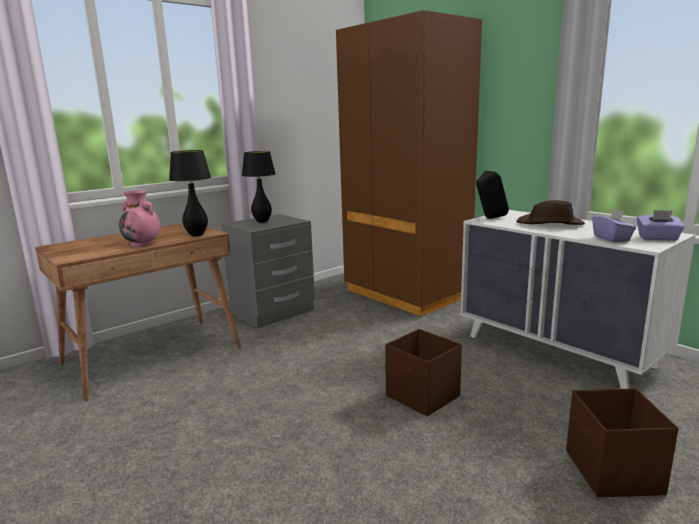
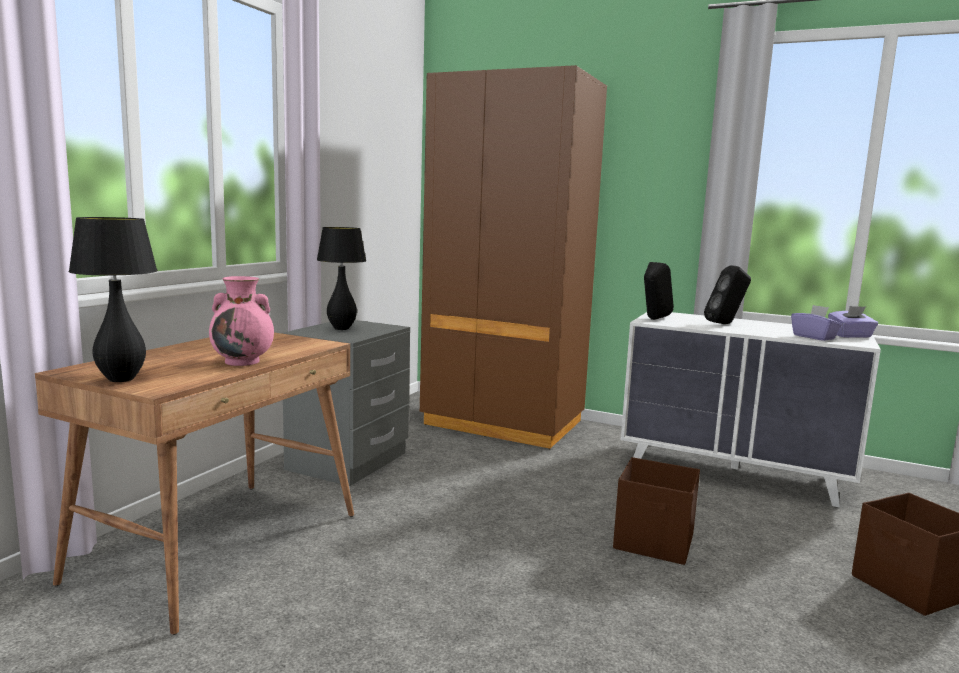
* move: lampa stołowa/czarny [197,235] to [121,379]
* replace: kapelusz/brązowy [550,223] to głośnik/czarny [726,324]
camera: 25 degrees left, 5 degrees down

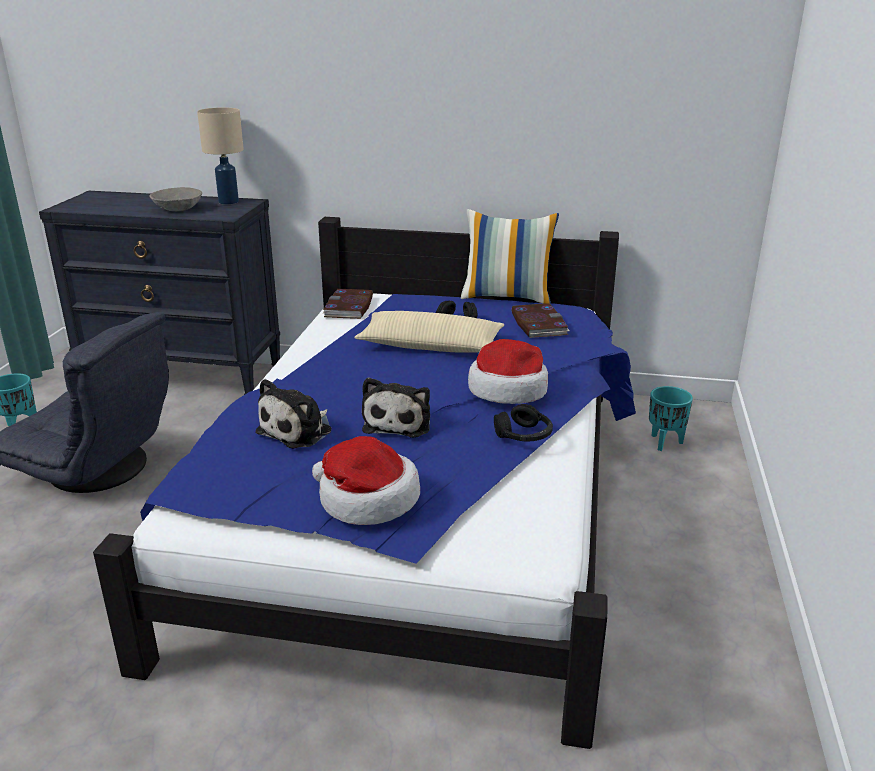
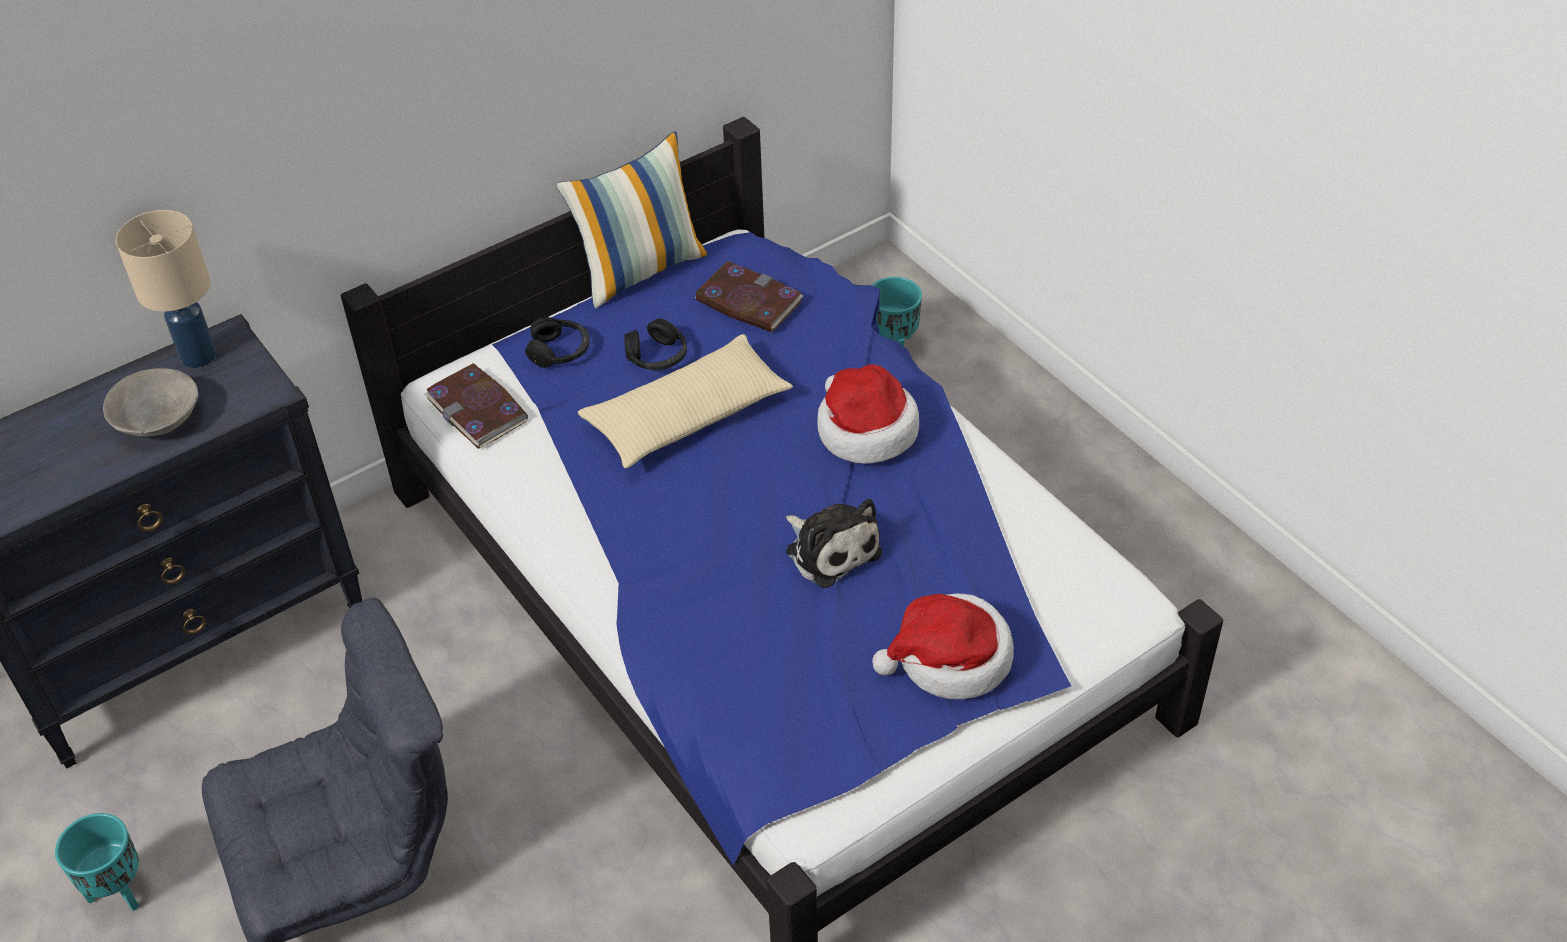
* delete: pluszak [298,430]
* move: słuchawki/czarny [524,435] to [560,351]
camera: 45 degrees left, 20 degrees up

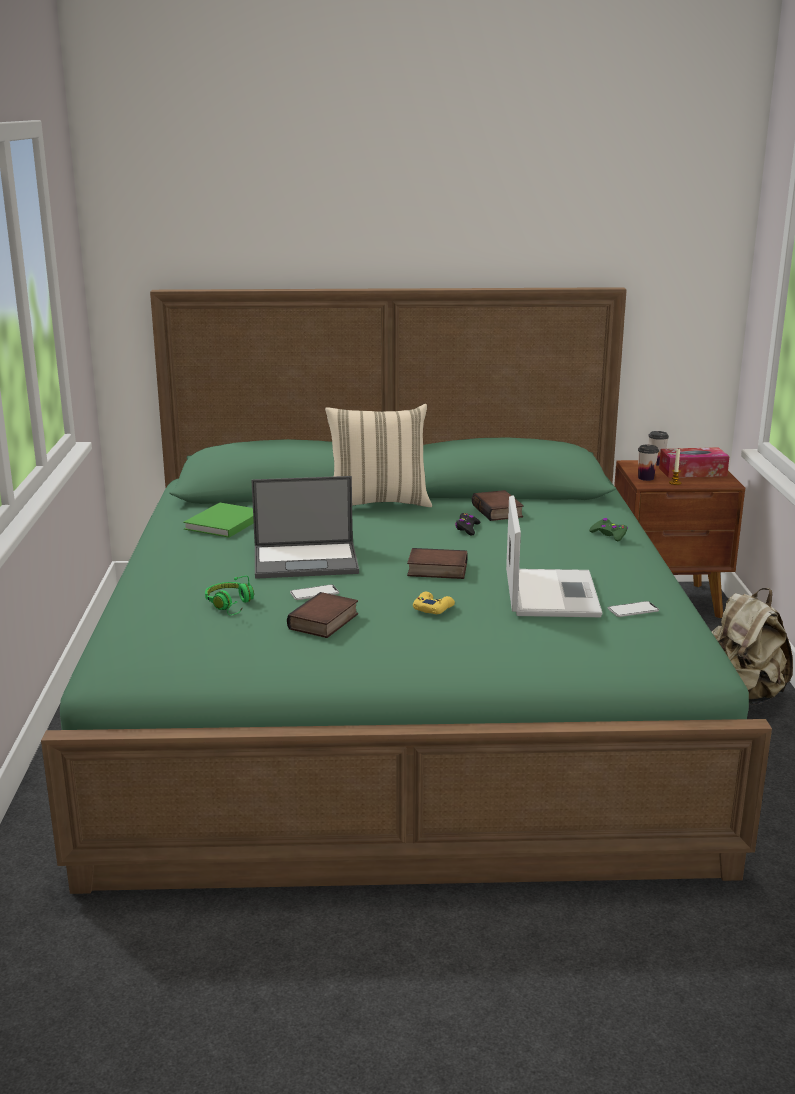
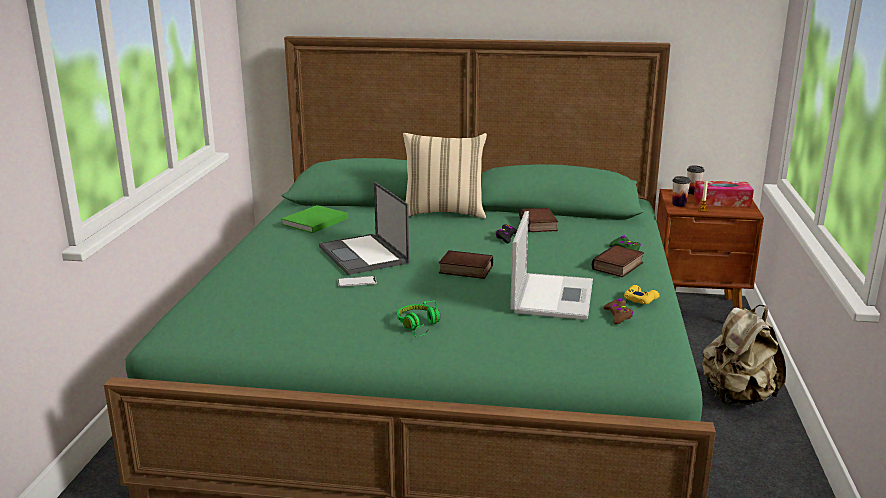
* move: słuchawki/zielony [231,605] to [419,326]
* rotate: laptop [307,560] = [364,255] 60 degrees clockwise
* move: książka [324,622] to [618,267]
* move: pad do gier/żółty [433,608] to [640,299]
* replace: telefon [633,610] to pad do gier/brązowy [618,316]
camera: 10 degrees right, 0 degrees up

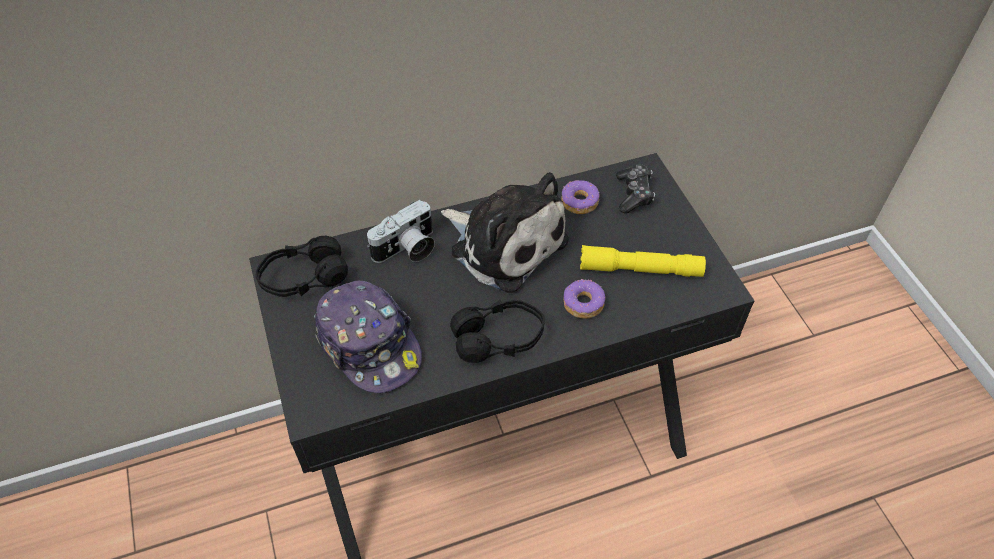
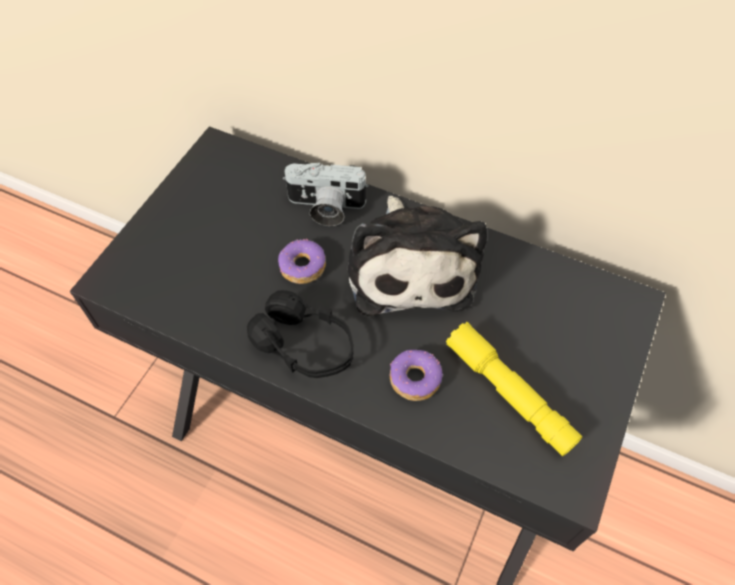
* delete: słuchawki/czarny [304,278]
* delete: czapka z daszkiem [370,345]
* move: donut [579,202] to [302,267]
* delete: pad do gier [634,194]
camera: 45 degrees right, 5 degrees up

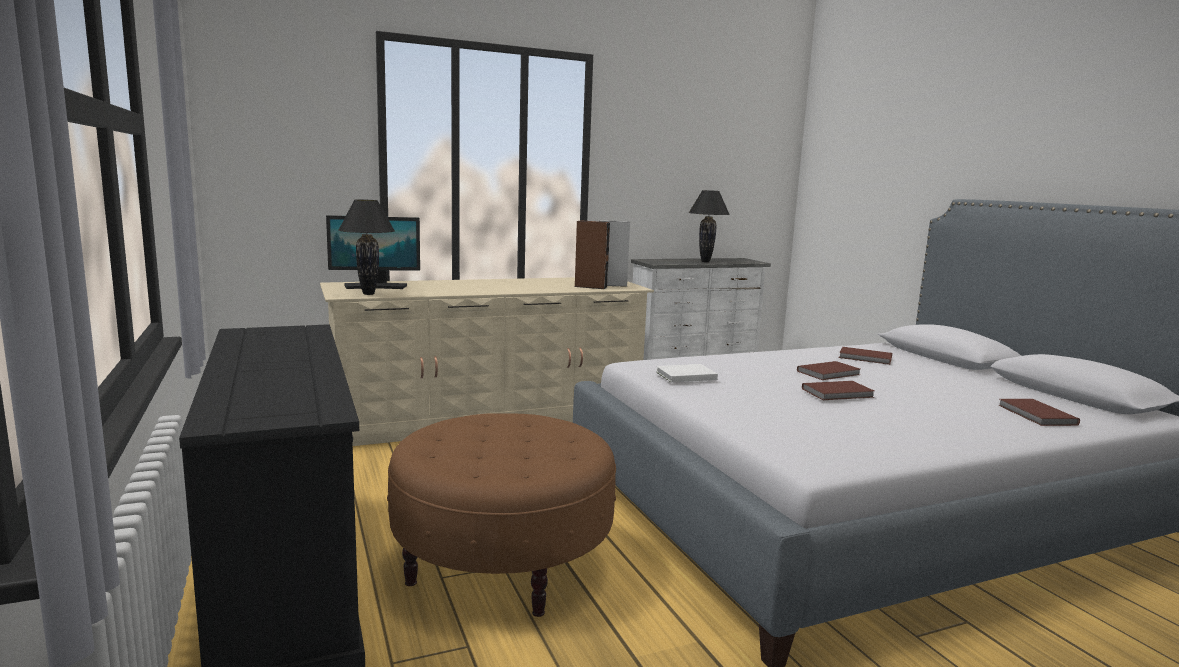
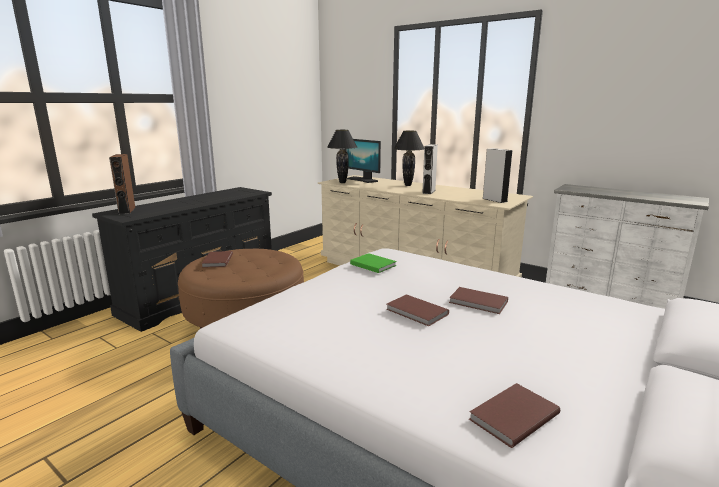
* move: głośnik/brązowy [590,287] to [127,211]
* recolor: książka/biały [684,376] to książka/zielony [372,264]
* move: lampa stołowa/czarny [705,261] to [407,185]
* move: książka/brązowy [865,358] to [216,261]
* insert: głośnik/szary [429,191]
camera: 60 degrees right, 5 degrees up

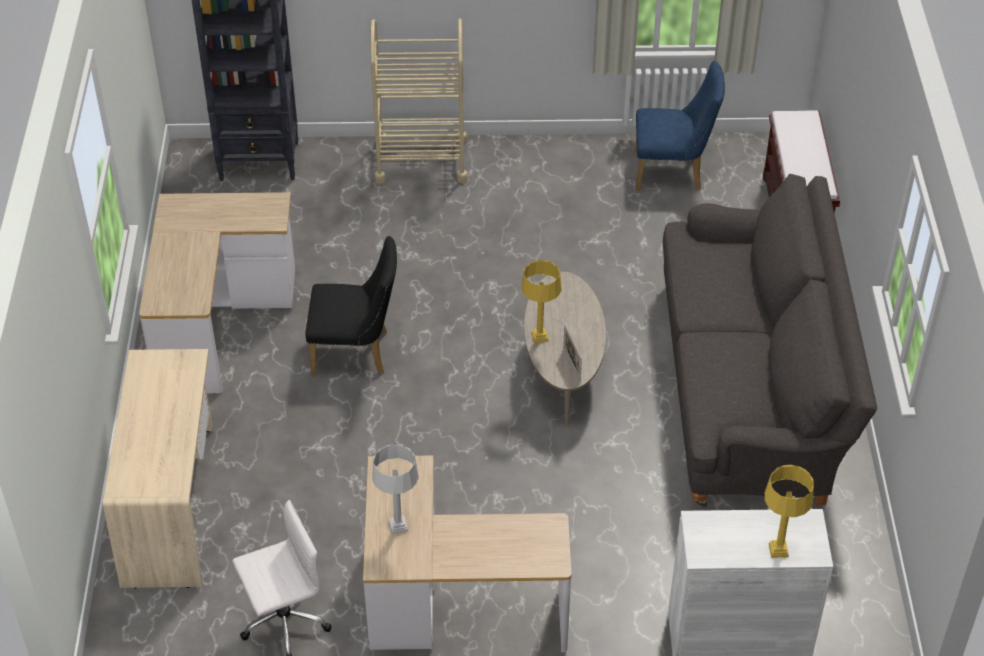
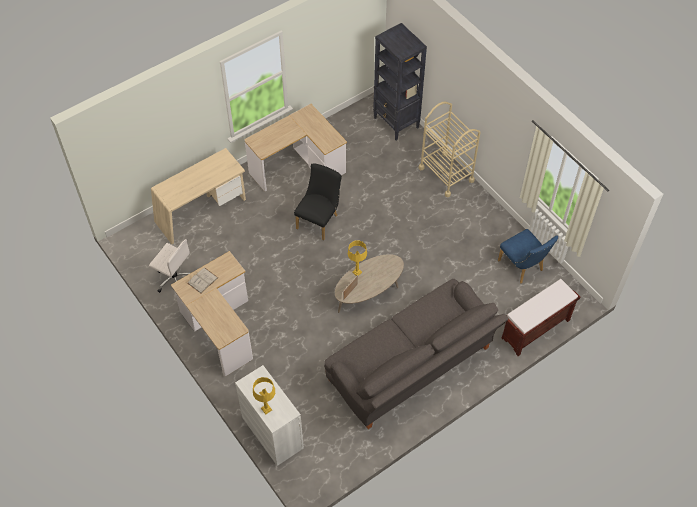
* rotate: krzesło/czarny [357,353] = [319,220] 120 degrees counterclockwise
* replace: lampa stołowa/szary [398,526] to książka/biały [202,280]
camera: 55 degrees right, 10 degrees up

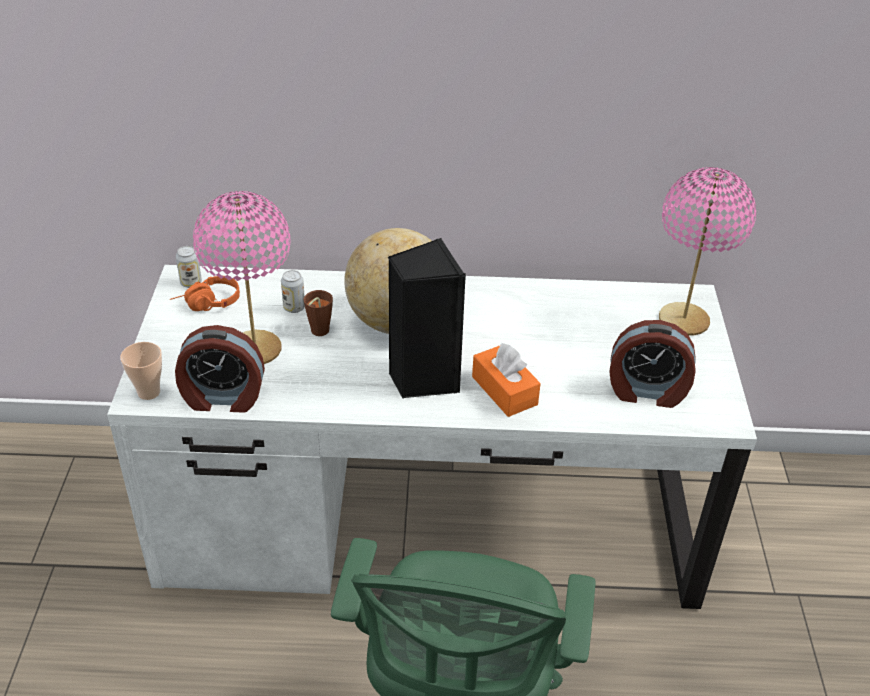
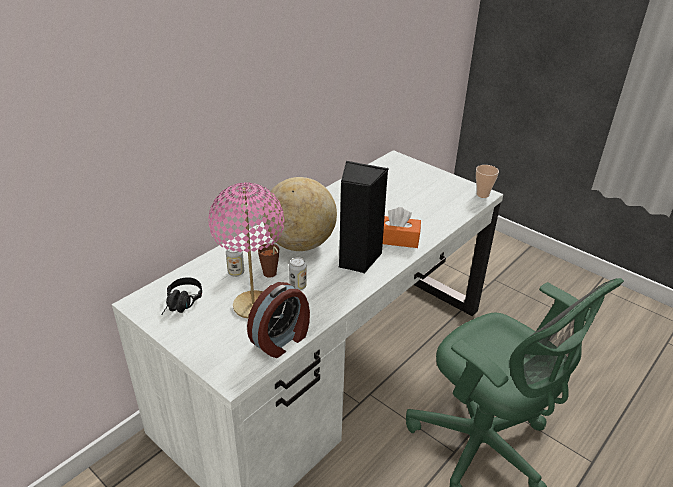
* move: filiżanka [149,392] to [482,194]
* recolor: słuchawki/pomarańczowy [207,304] to słuchawki/czarny [181,305]
* move: puszka [191,283] to [298,286]
* delete: budzik [647,392]
* delete: lampa stołowa/różowy [683,320]
camera: 50 degrees left, 5 degrees down

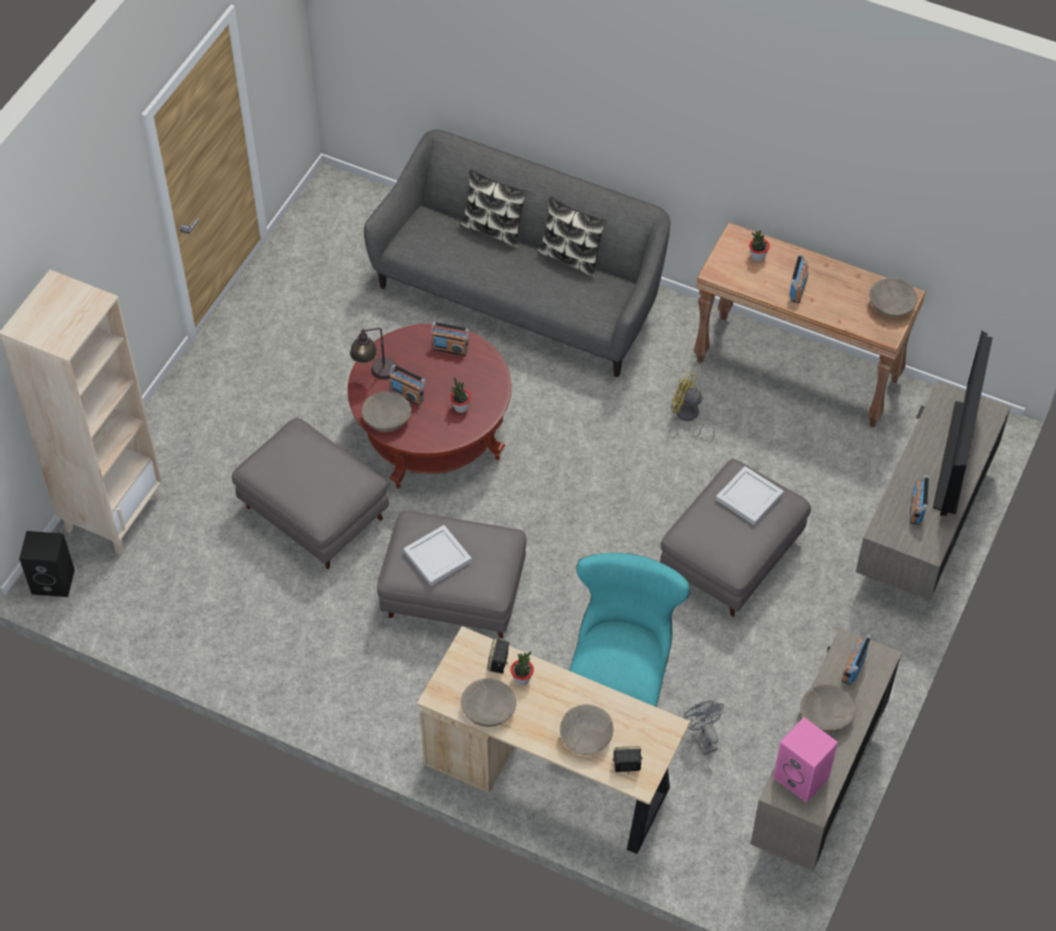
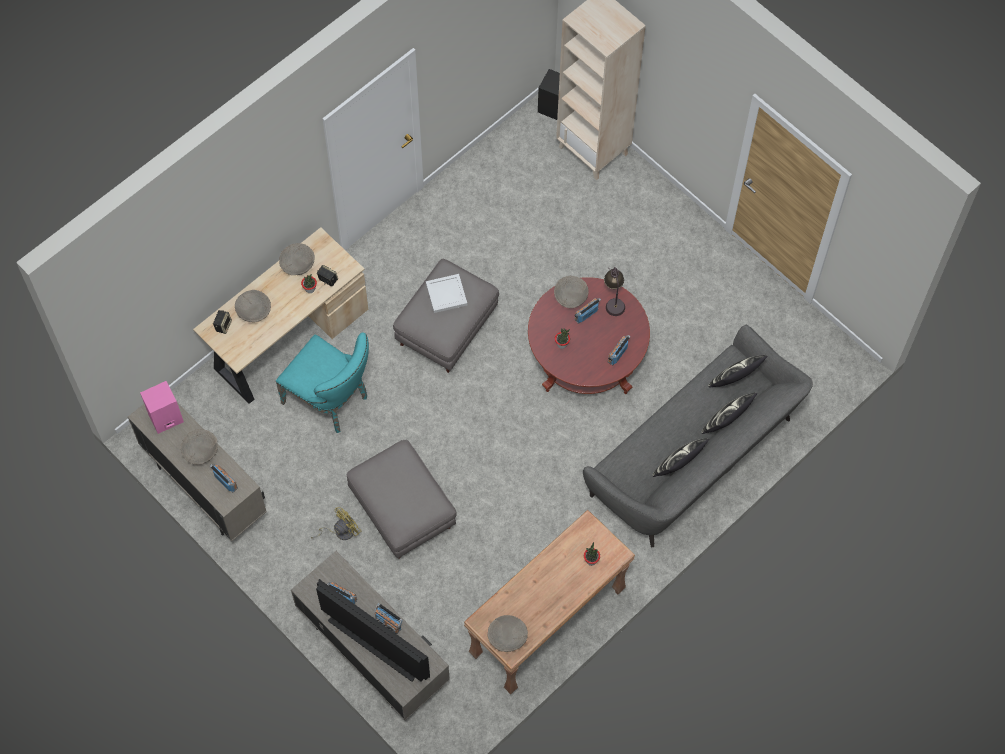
* delete: pufa/szary [315,513]
* move: wentylator/żółty [688,417] to [340,531]
* delete: wentylator/szary [702,738]
* delete: taca/biały [749,498]
* move: radio [798,289] to [388,623]
* insert: poduszka [734,381]
camera: 110 degrees right, 10 degrees up

